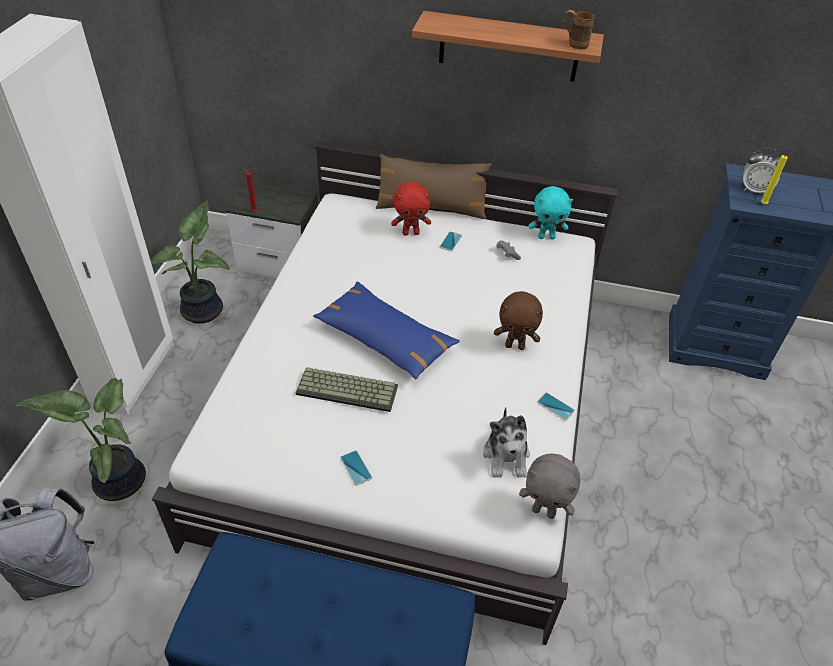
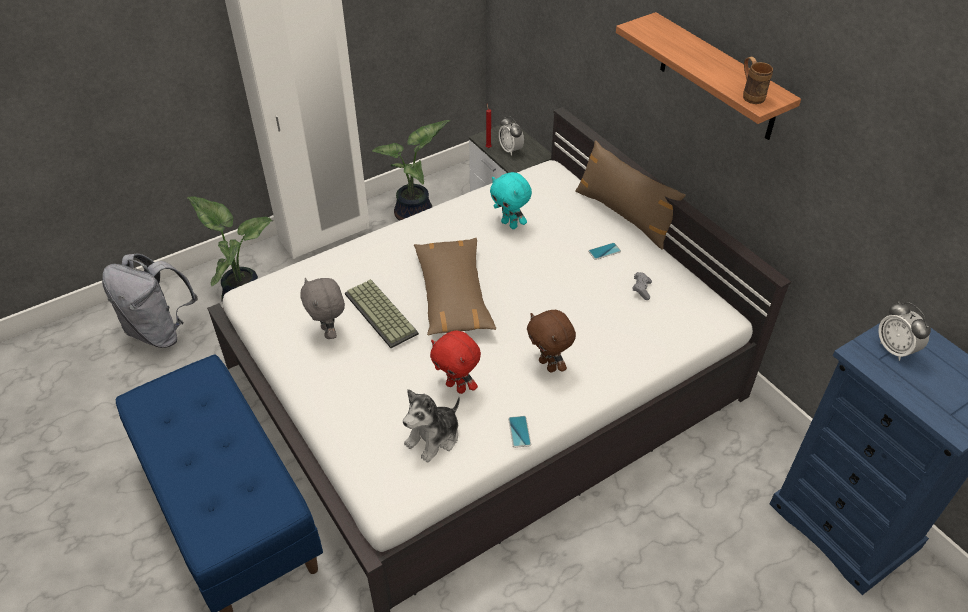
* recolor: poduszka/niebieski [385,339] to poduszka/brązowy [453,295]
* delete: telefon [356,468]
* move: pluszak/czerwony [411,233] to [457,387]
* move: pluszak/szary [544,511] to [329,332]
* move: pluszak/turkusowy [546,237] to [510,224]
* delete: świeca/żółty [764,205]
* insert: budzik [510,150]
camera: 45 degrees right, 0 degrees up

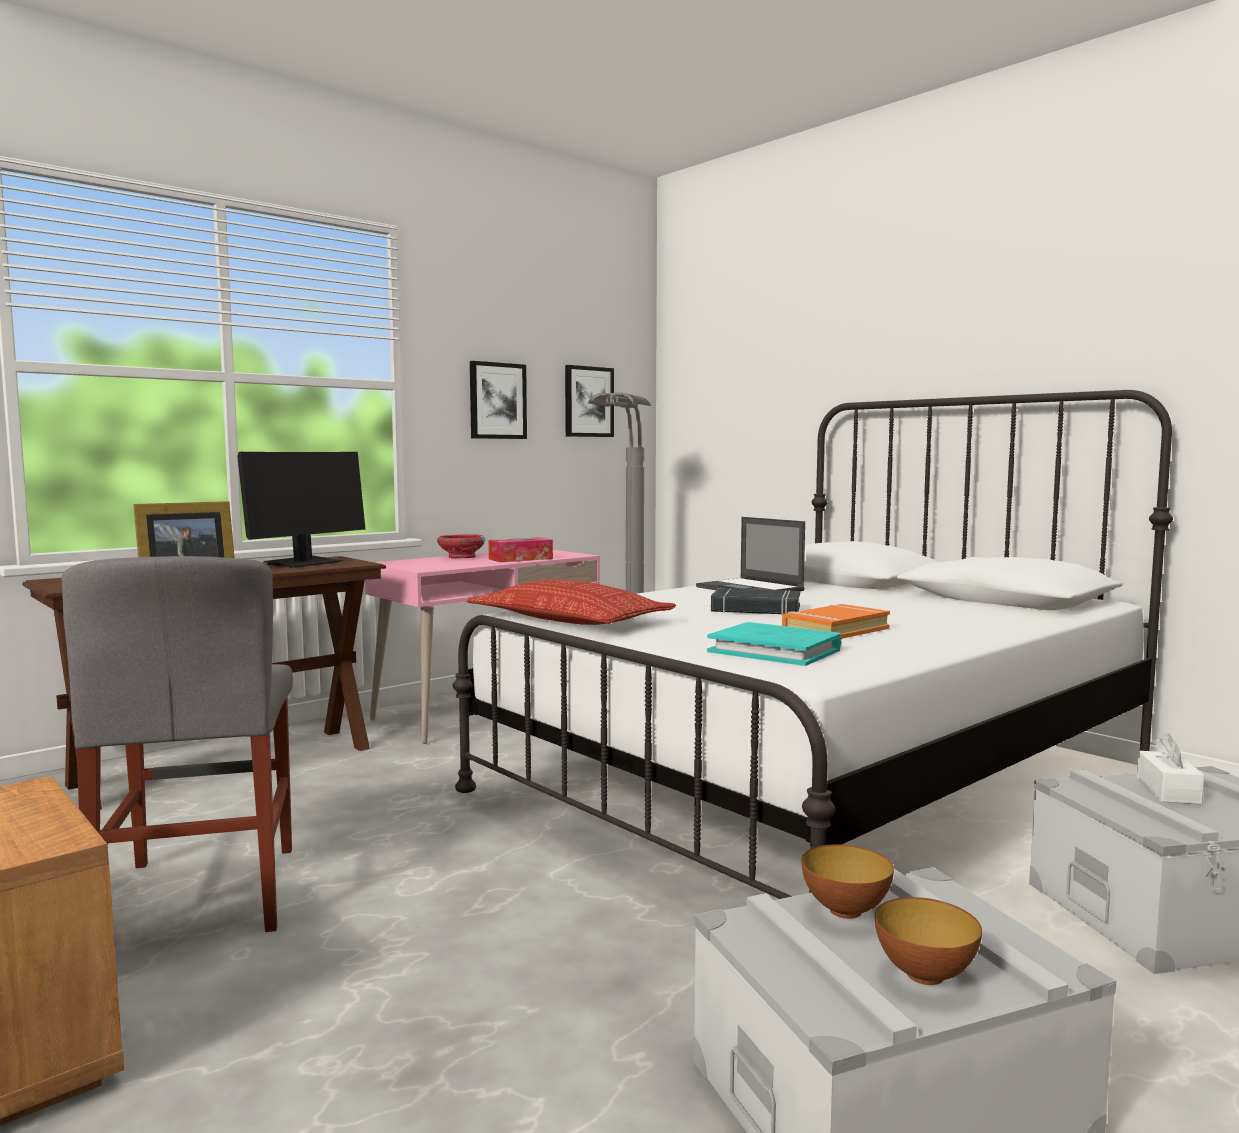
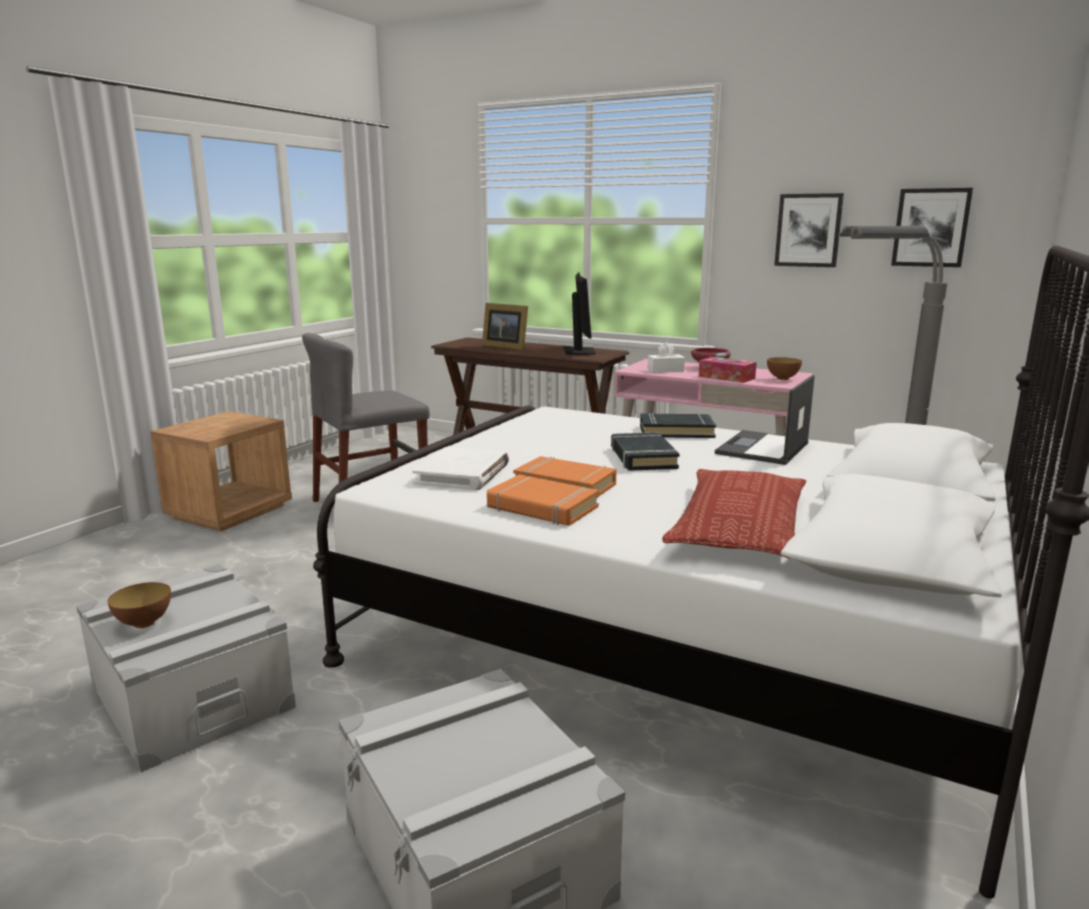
* rotate: monitor [304,563] = [579,351] 105 degrees counterclockwise
* move: poduszka [570,620] to [739,525]
* recolor: książka/turkusowy [775,650] to książka/biały [462,474]
* move: miska [845,911] to [782,379]
* move: pudełko chusteczek/biały [1168,791] to [665,370]
* insert: książka/pomarańczowy [542,508]
* insert: książka/czarny [676,431]
camera: 70 degrees right, 10 degrees up

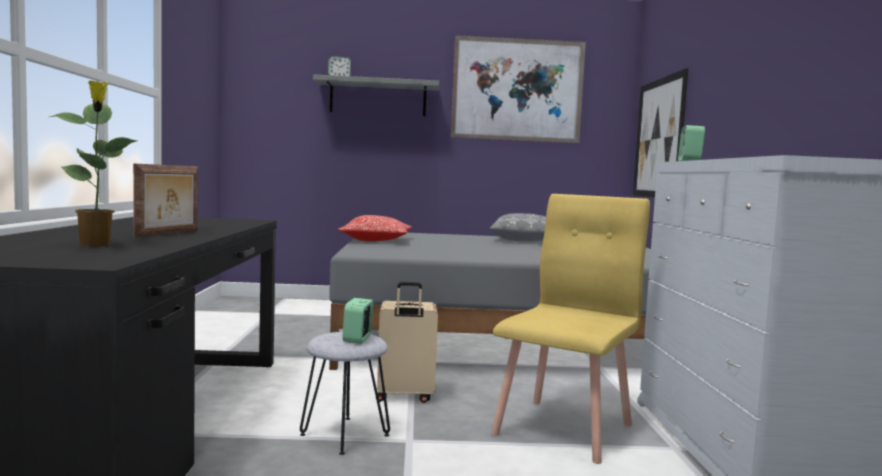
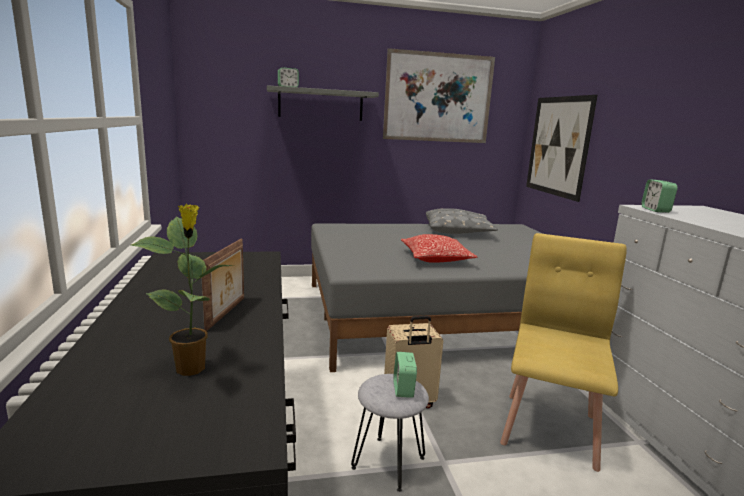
* move: poduszka [376,240] to [436,259]
camera: 10 degrees left, 10 degrees up

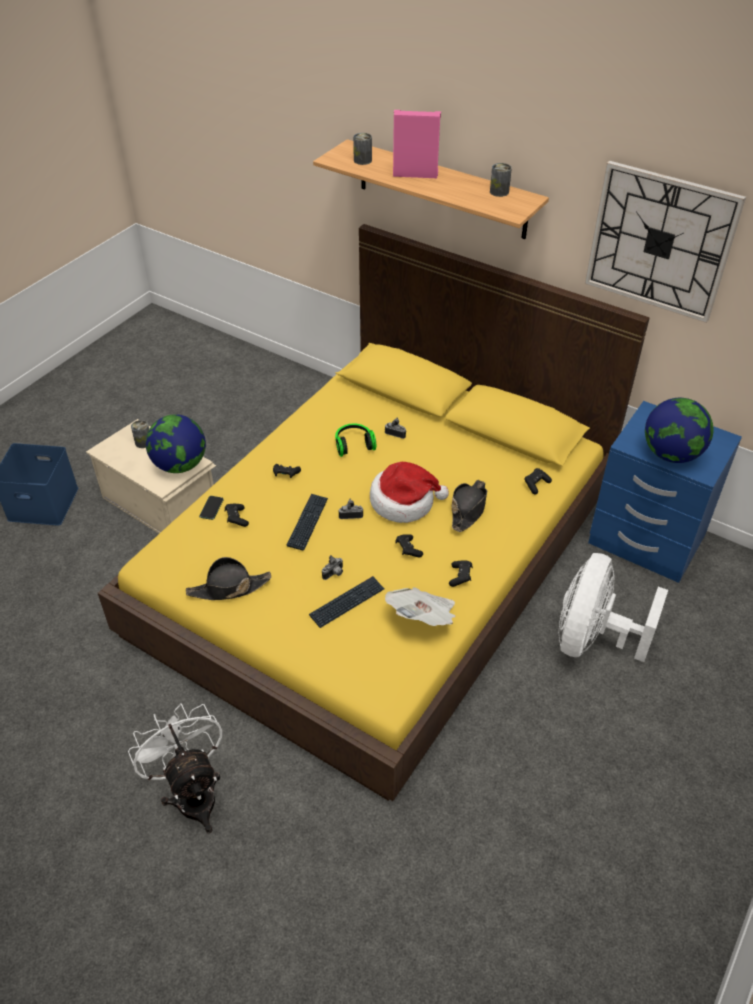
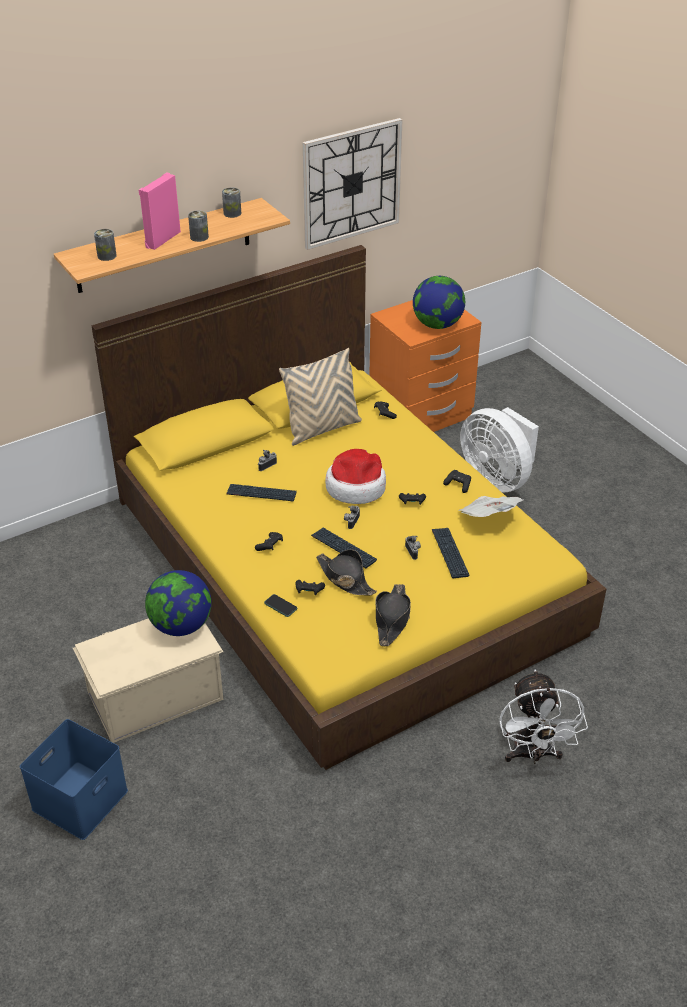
* rotate: wentylator/biały [193,793] = [532,755] 90 degrees counterclockwise
* move: puszka [143,442] to [199,237]
* replace: słuchawki [353,444] to klawiatura [261,494]
* move: kapelusz/czarny [468,509] to [345,578]
* recolor: szafka nocna/niebieski [645,541] to szafka nocna/pomarańczowy [421,415]
* insert: poduszka/beżowy [322,428]
camera: 65 degrees left, 5 degrees down

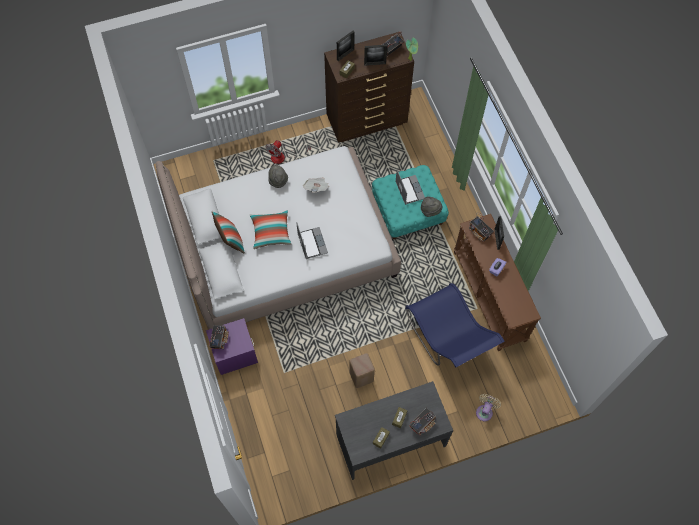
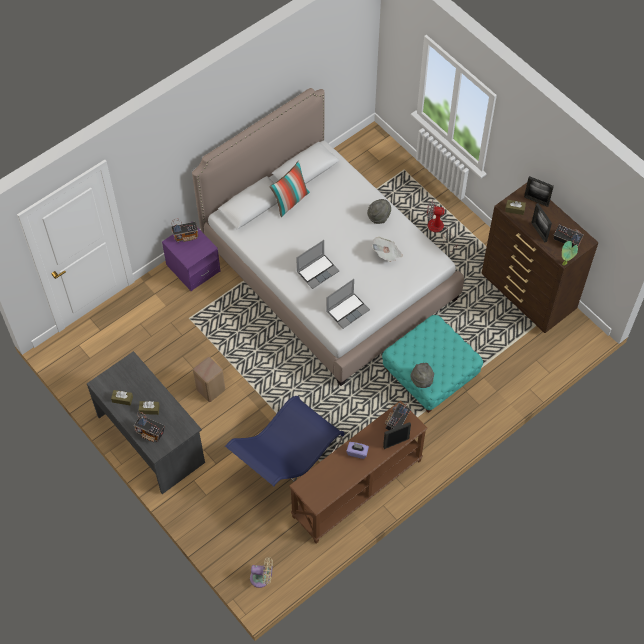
* delete: poduszka [271,232]
* move: laptop [409,190] to [347,310]
* move: wentylator/beżowy [485,411] to [262,578]
camera: 70 degrees right, 5 degrees down

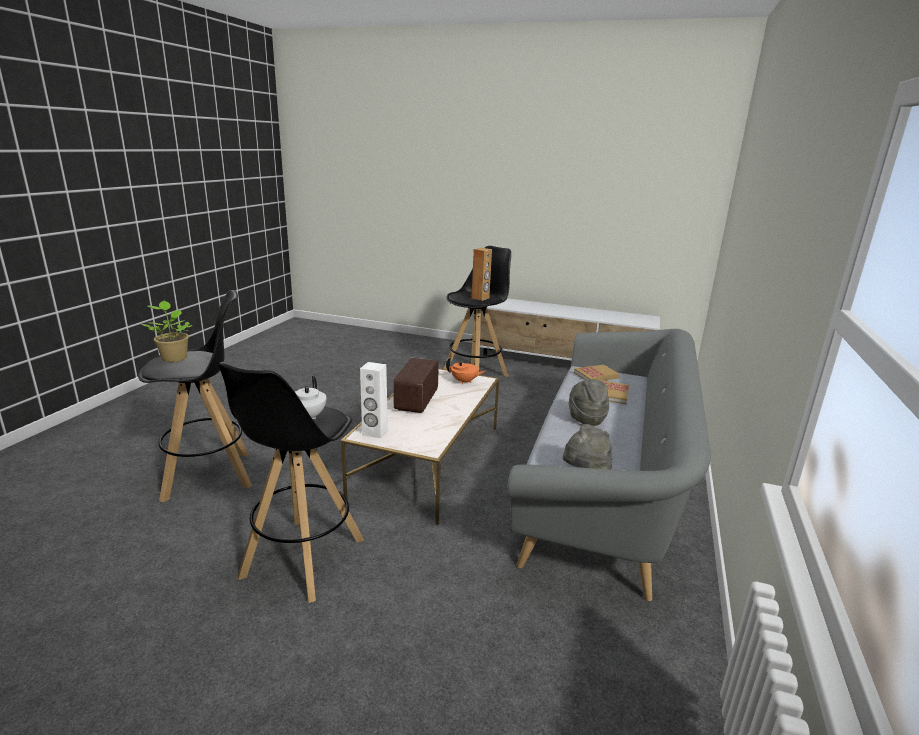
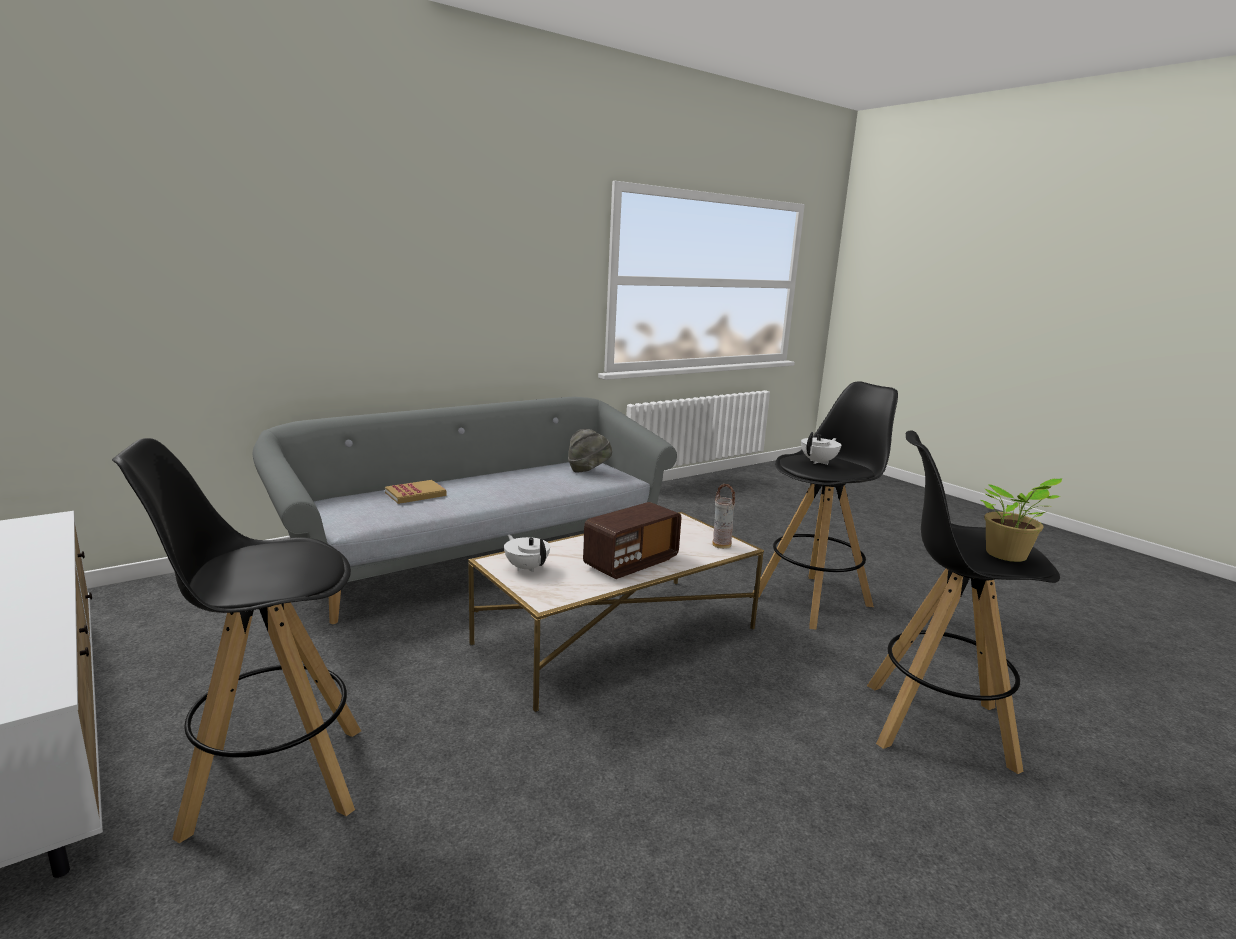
* replace: głośnik/biały [375,432] to wazon [721,545]
* recolor: imbryk/pomarańczowy [464,381] to imbryk/biały [526,567]
* delete: głośnik/brązowy [480,298]
* delete: kapelusz/szary [586,418]
* delete: książka [596,375]
camera: 145 degrees left, 5 degrees down

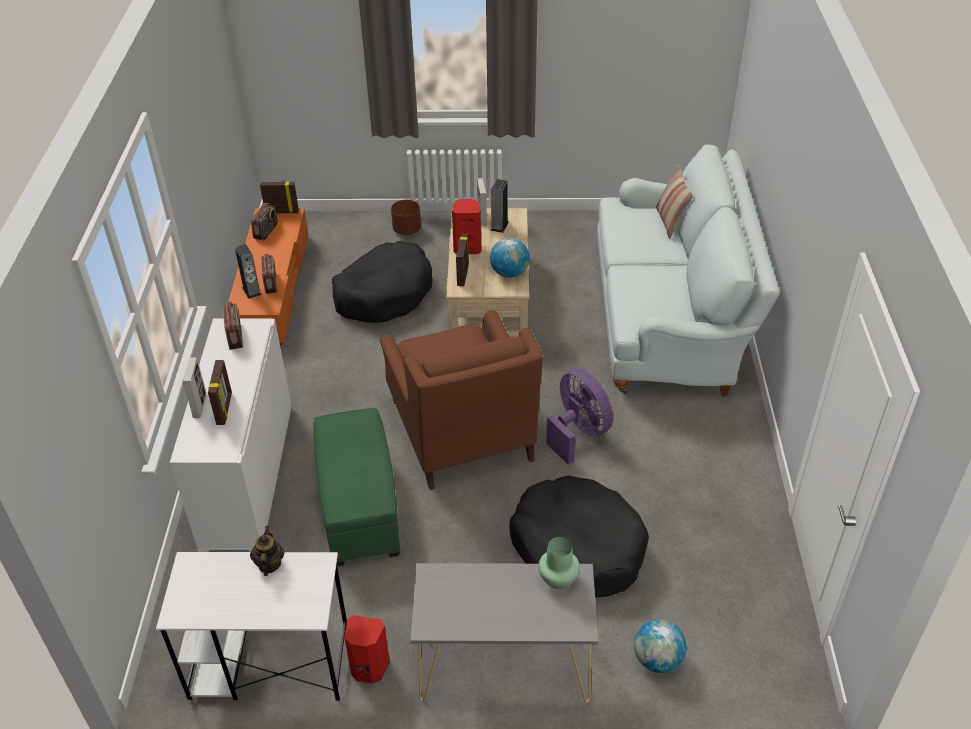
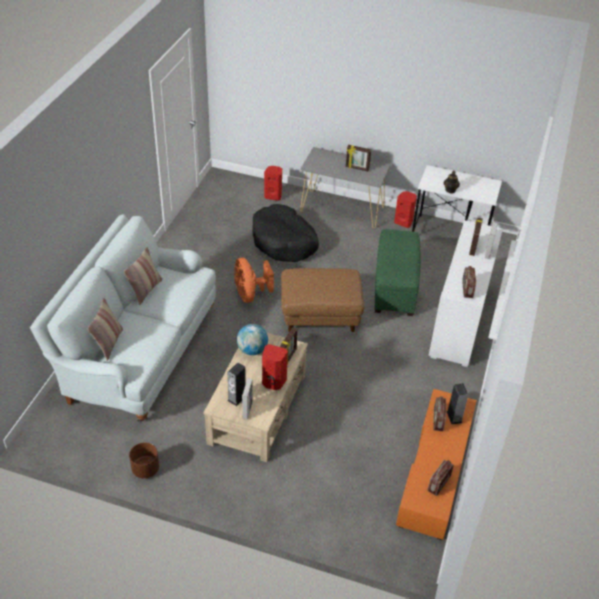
* move: ramka na zdjęcie [282,211] to [357,168]
* delete: legowisko/czarny [384,293]
* replace: fotel/brązowy [461,429] to pufa/brązowy [320,314]
* move: donica/brązowy [407,230] to [145,469]
* delete: wazon/zielony [557,579]
* recolor: wentylator/fioletowy [578,432] to wentylator/pomarańczowy [250,294]
* replace: globus [657,660] to głośnik/czerwony [273,196]
* insert: poduszka [145,290]
camera: 165 degrees left, 0 degrees up

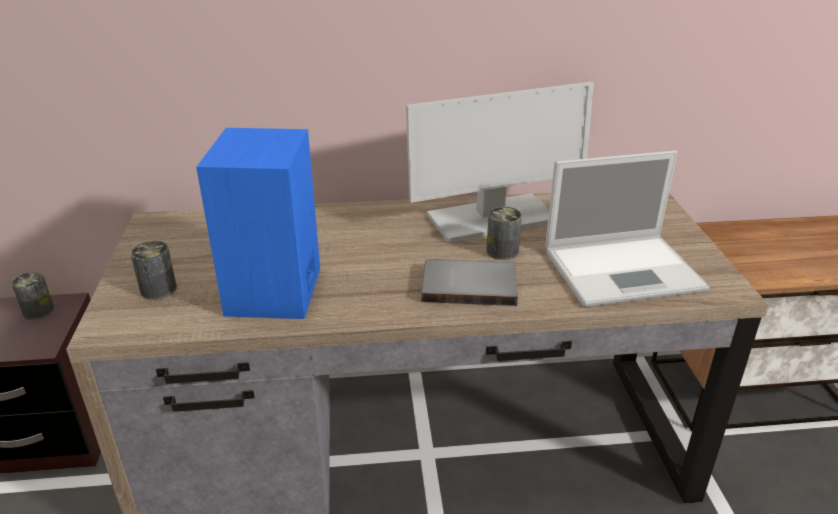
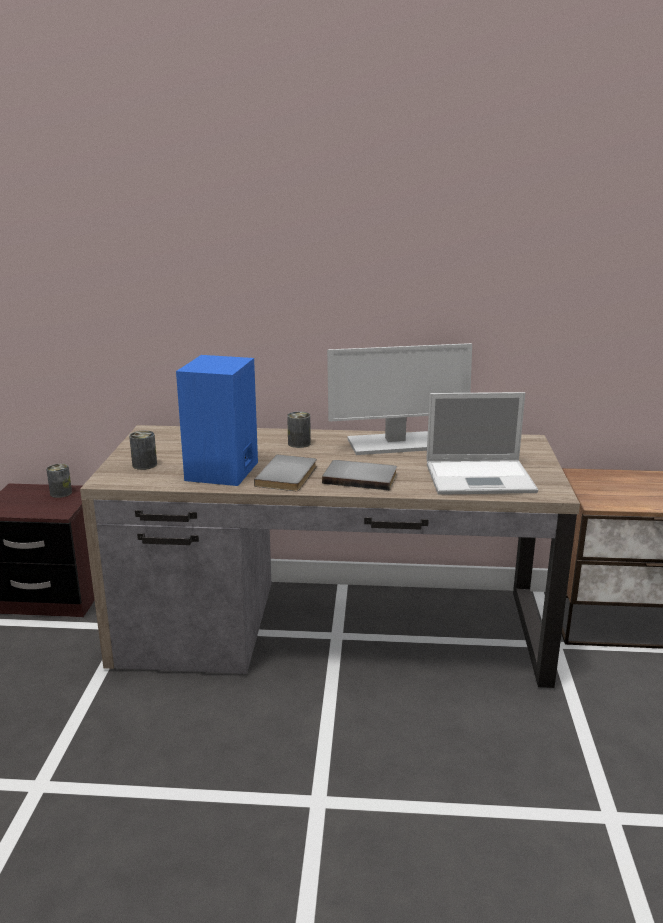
* move: puszka [502,251] to [299,443]
* insert: książka/szary [289,476]
camera: 10 degrees right, 10 degrees down

